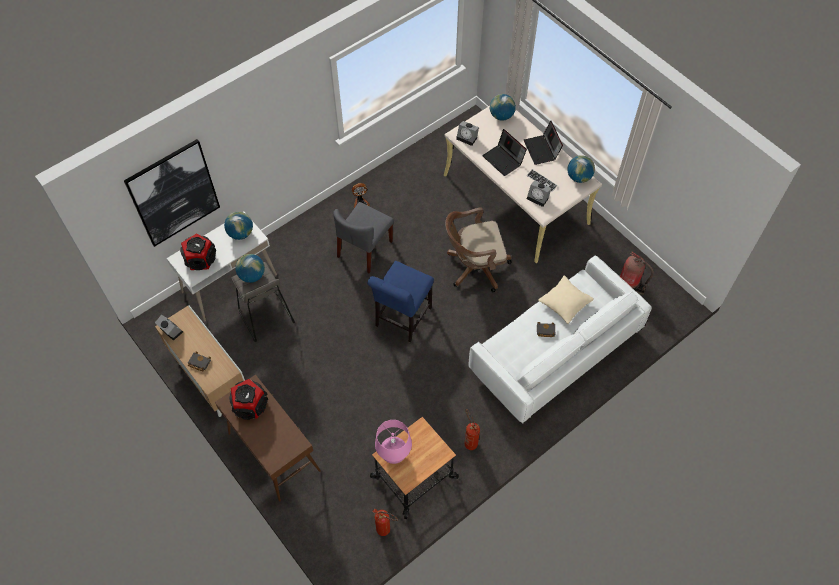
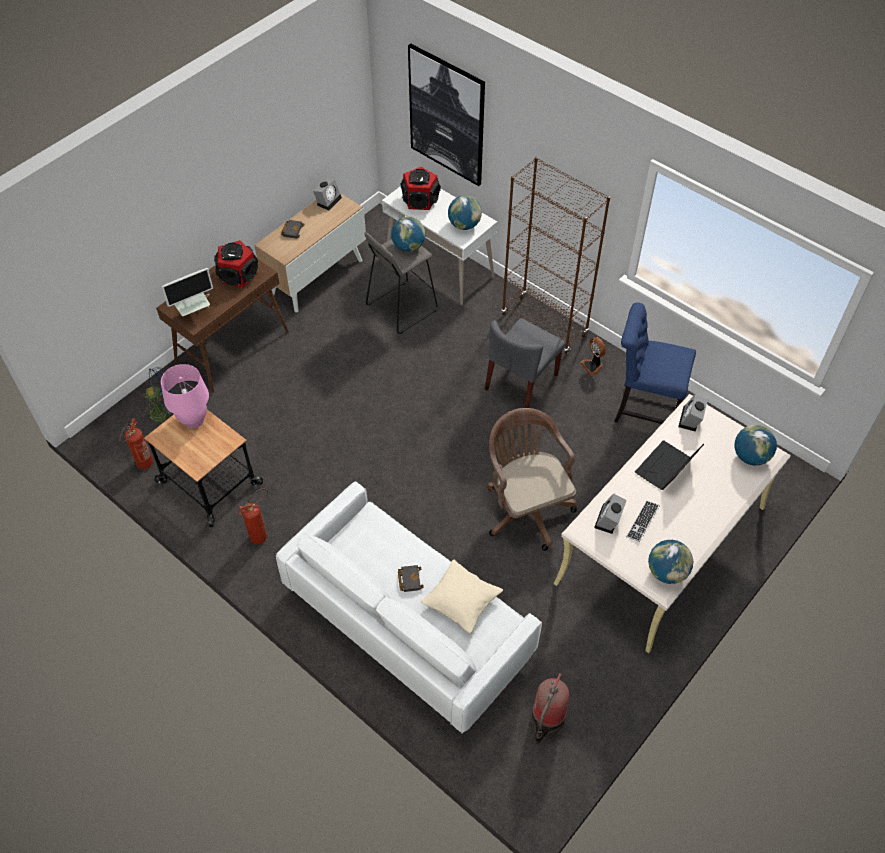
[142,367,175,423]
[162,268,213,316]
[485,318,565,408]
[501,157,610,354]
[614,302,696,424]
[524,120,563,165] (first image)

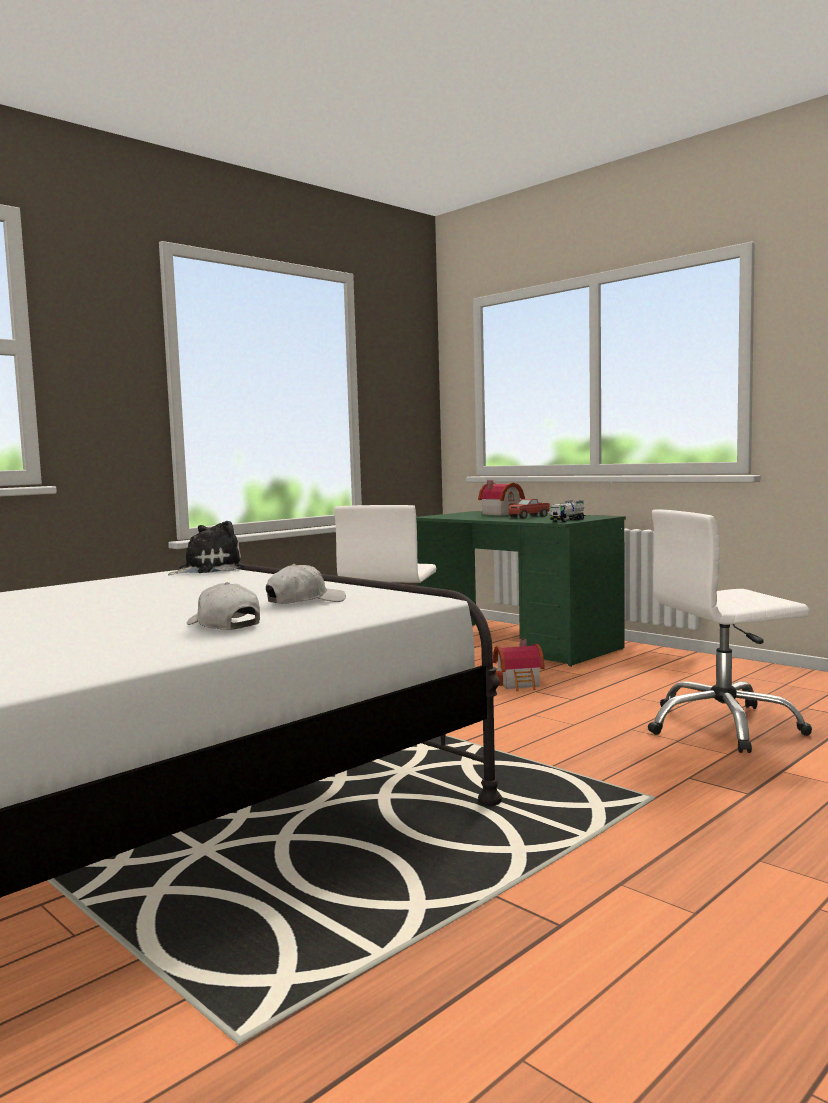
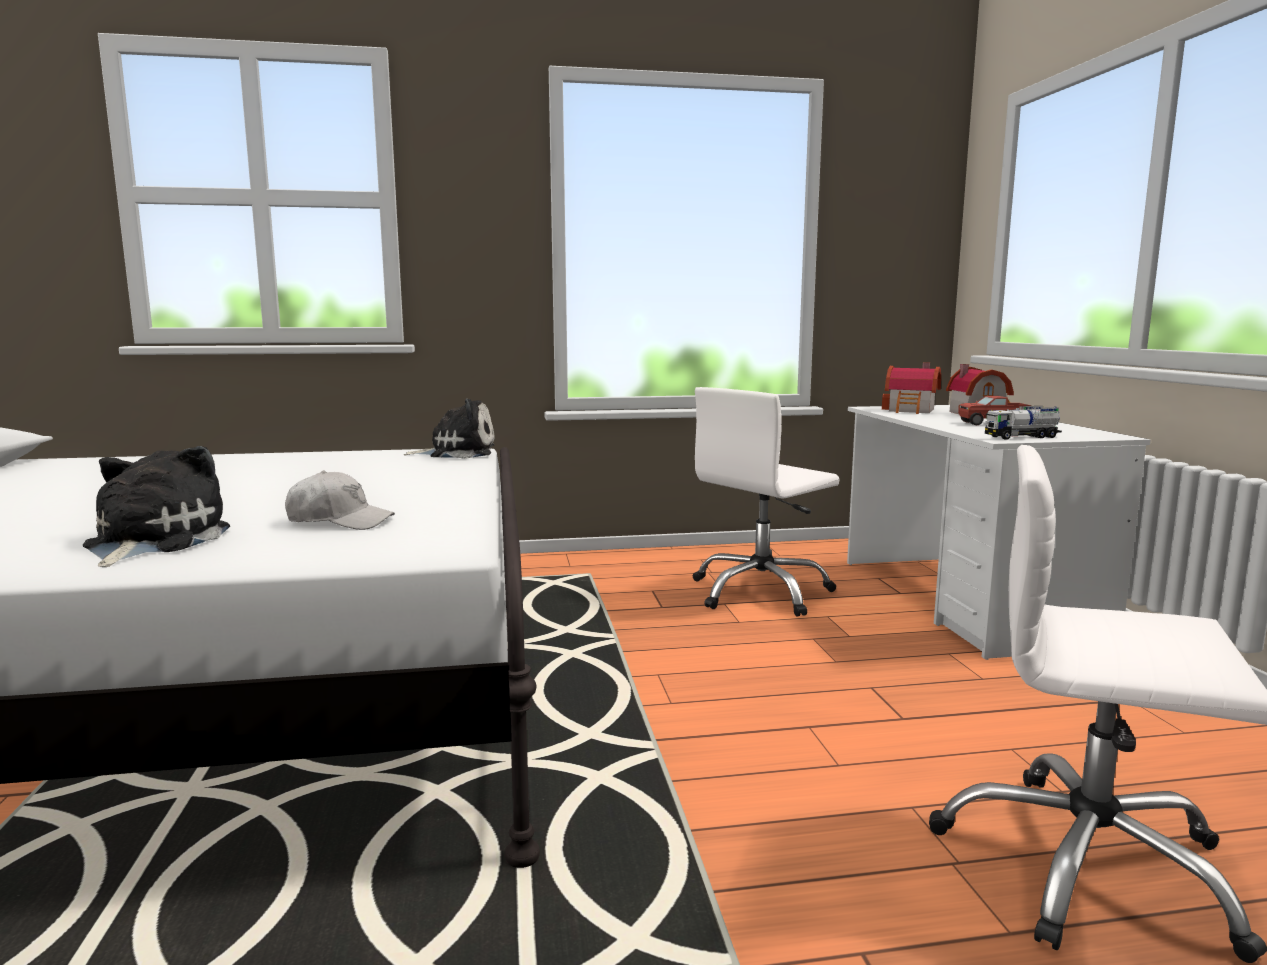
[83,446,230,567]
[847,405,1151,660]
[882,362,941,414]

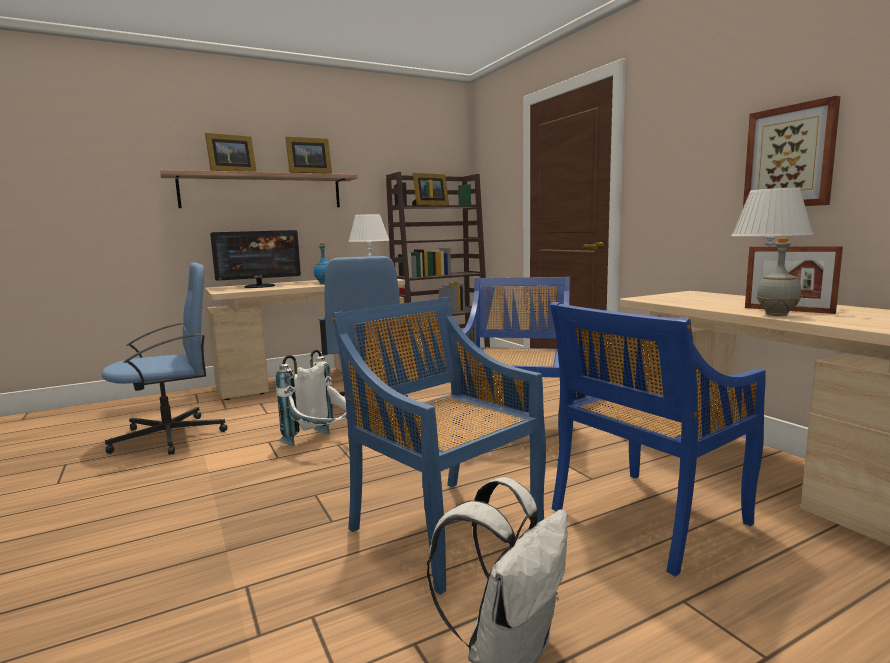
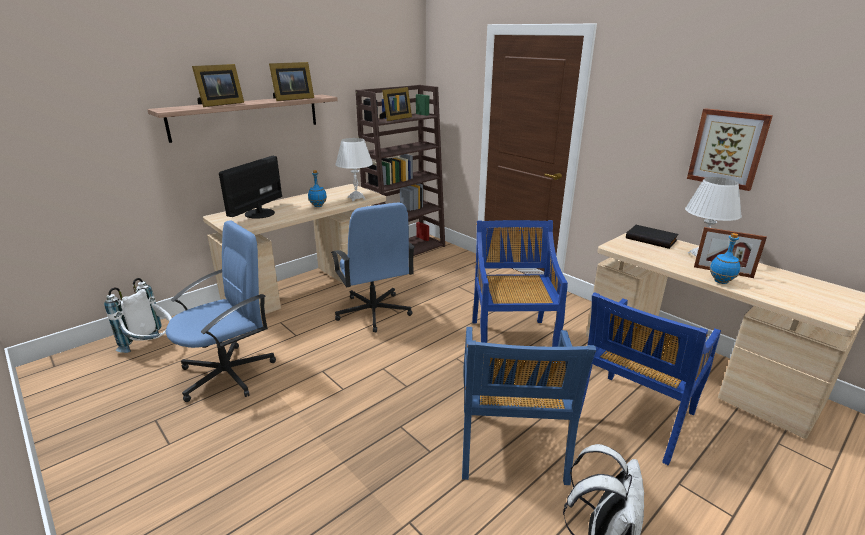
[104,278,172,353]
[219,156,282,219]
[462,327,596,485]
[626,225,679,249]
[710,233,740,284]

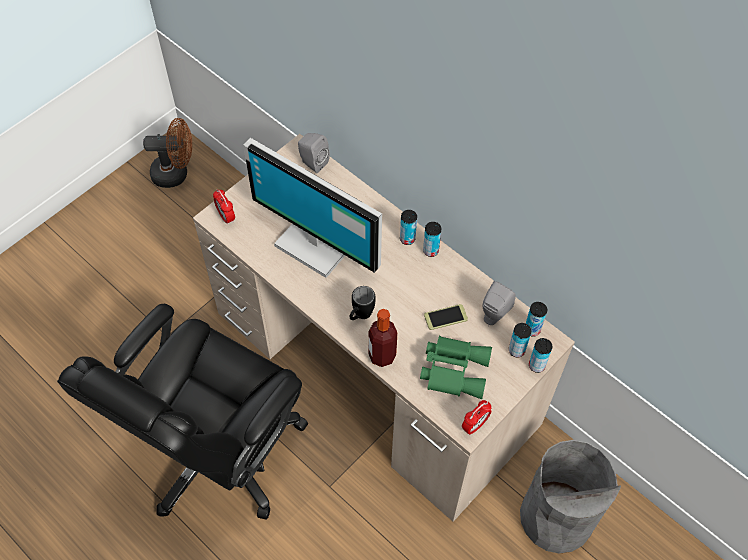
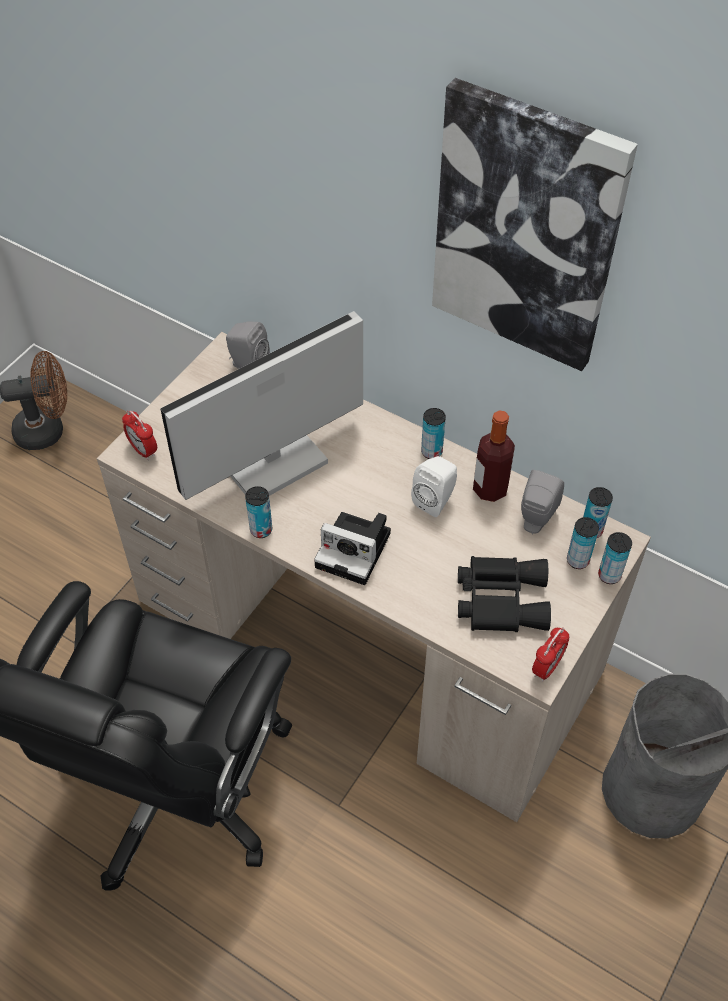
[160,311,363,500]
[245,486,272,538]
[314,512,391,585]
[411,456,457,517]
[432,78,638,371]
[458,556,551,632]
[473,410,515,502]
[424,304,468,330] (first image)

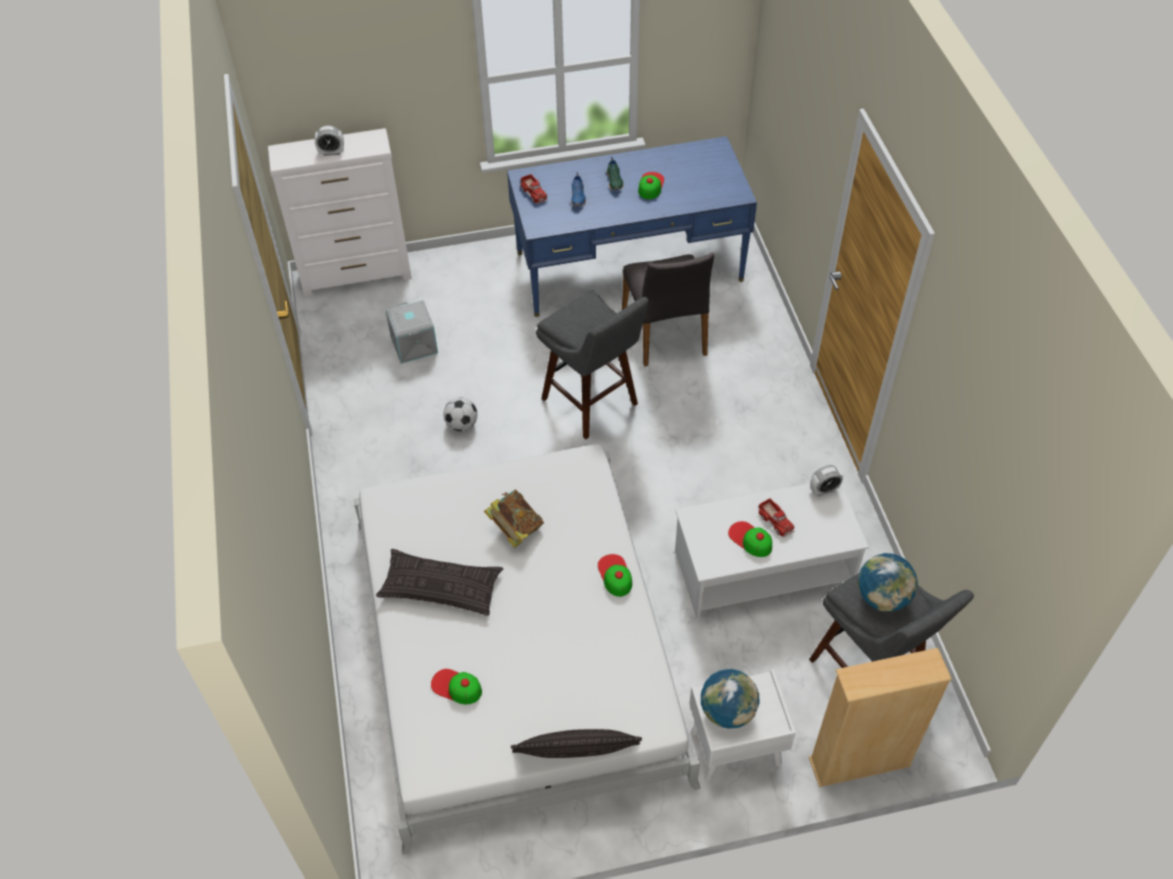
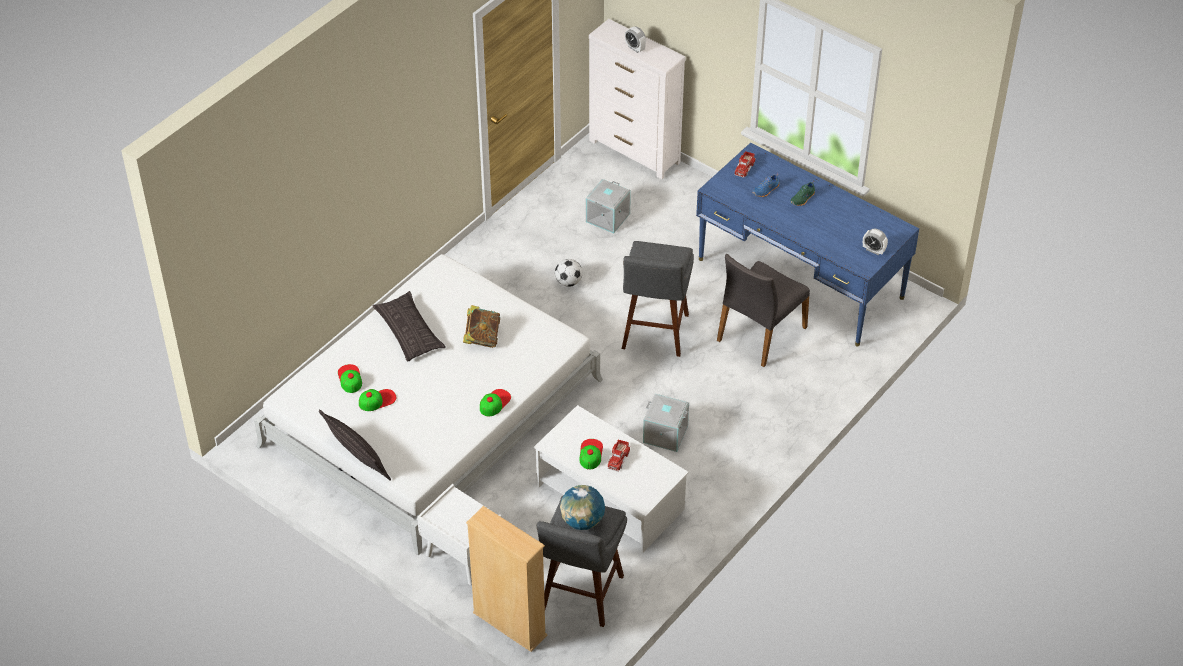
[359,389,396,411]
[643,394,689,452]
[863,229,888,255]
[701,669,759,729] (first image)

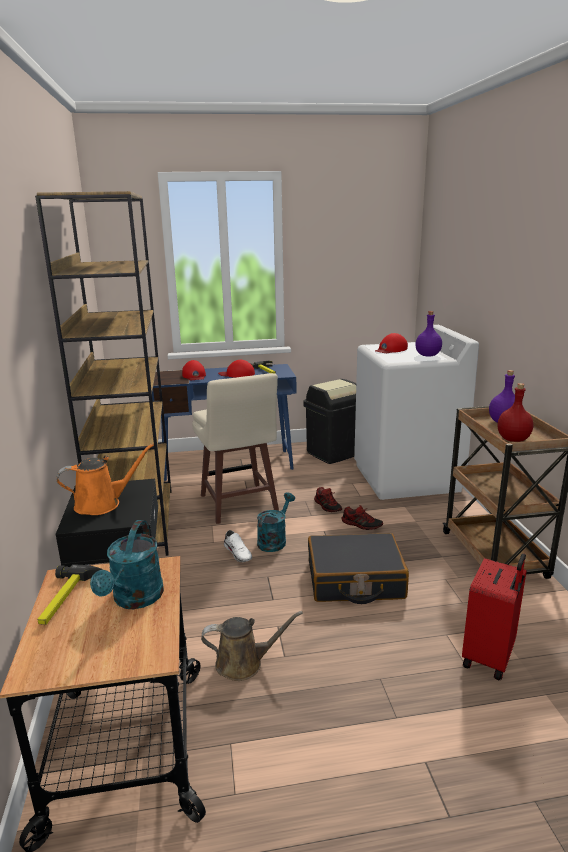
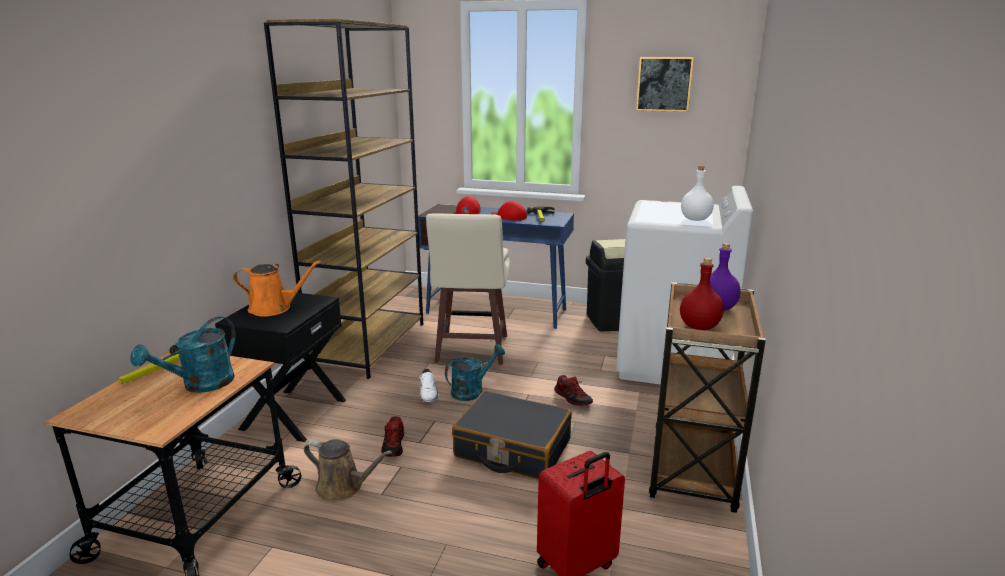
[381,416,404,457]
[636,57,694,112]
[681,166,714,221]
[375,333,408,353] (first image)

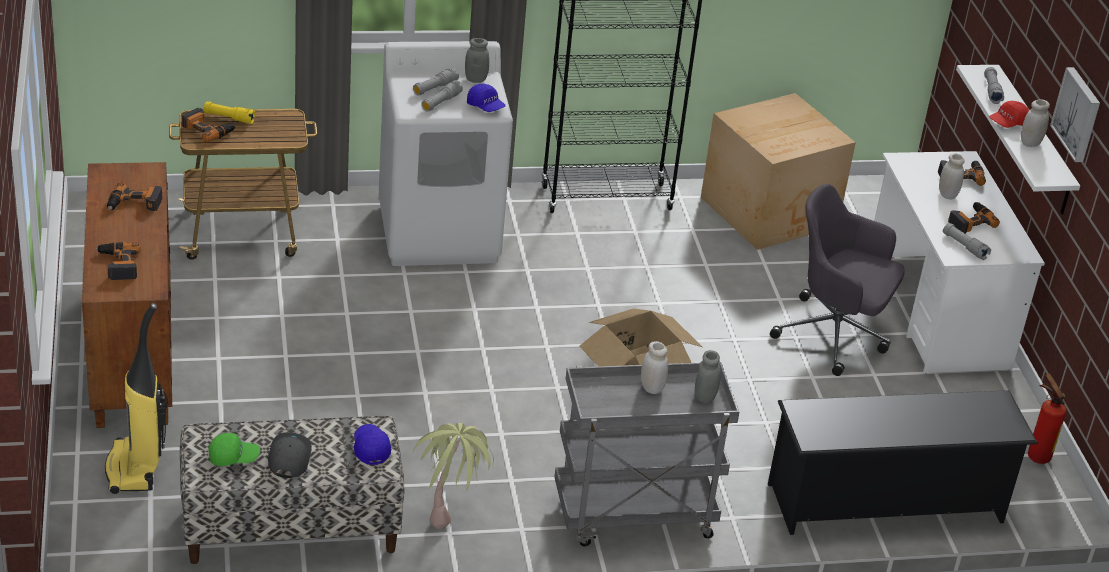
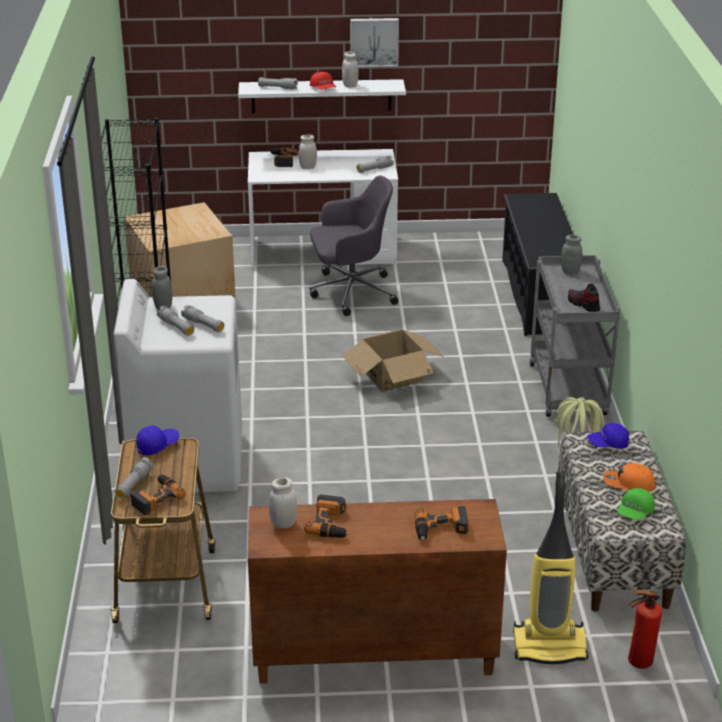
[115,457,153,499]
[136,425,179,455]
[269,478,297,529]
[310,175,398,316]
[568,284,600,312]
[603,463,656,492]
[617,488,655,520]
[628,590,662,669]
[948,202,1000,234] (first image)

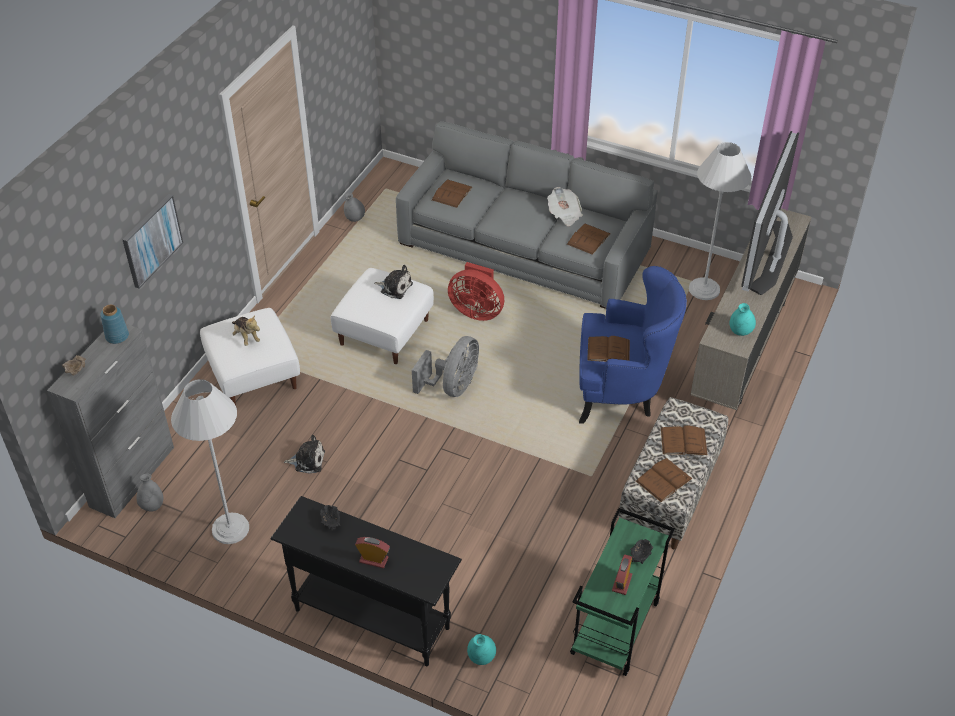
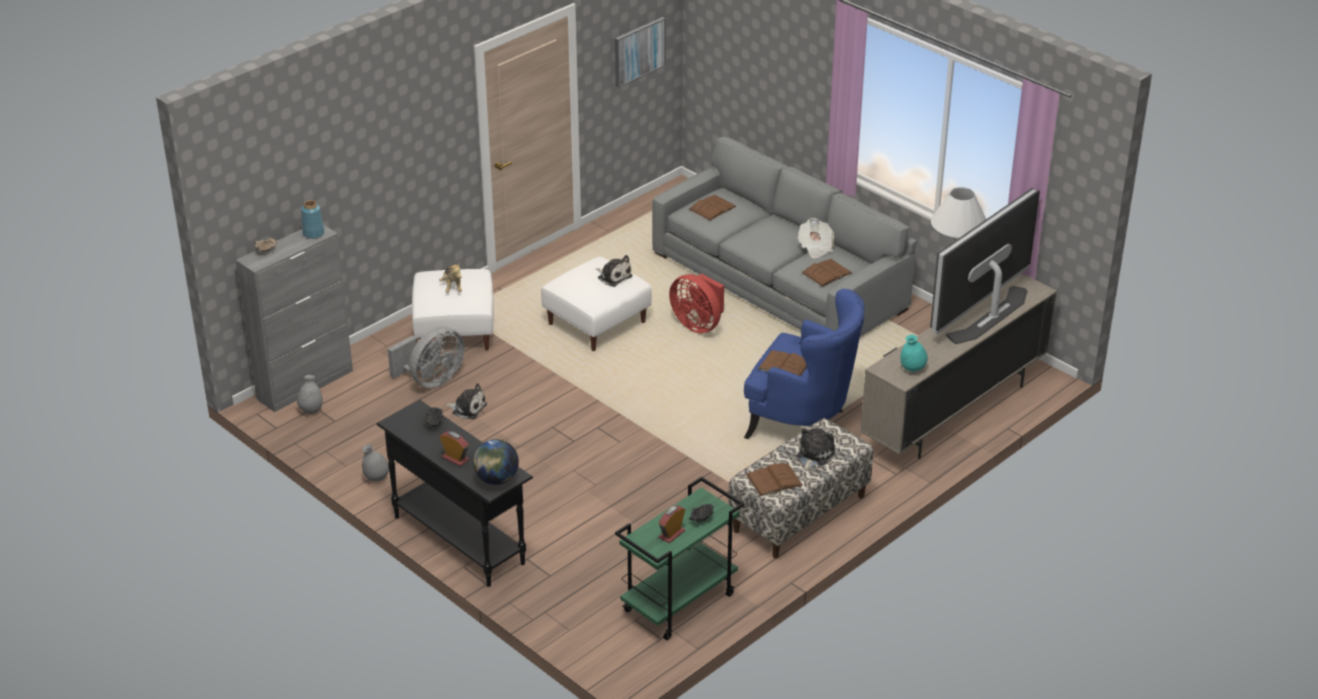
[362,444,389,482]
[388,327,465,388]
[473,439,519,485]
[615,17,666,88]
[797,428,835,471]
[171,379,249,544] (first image)
[467,634,496,665] (first image)

